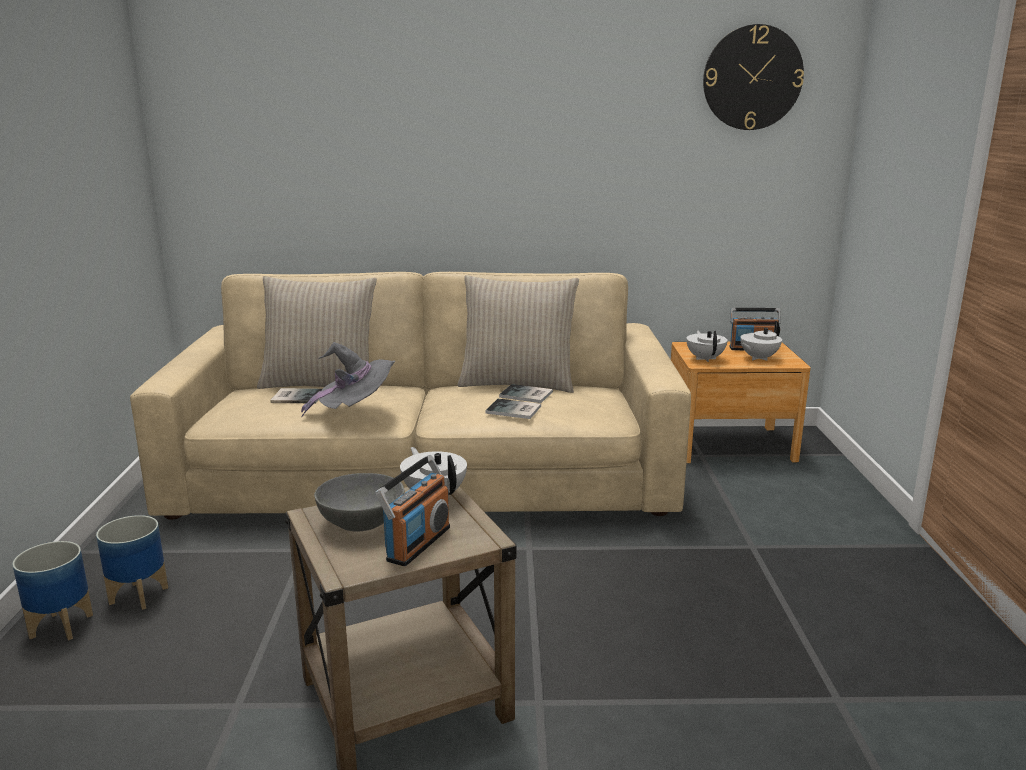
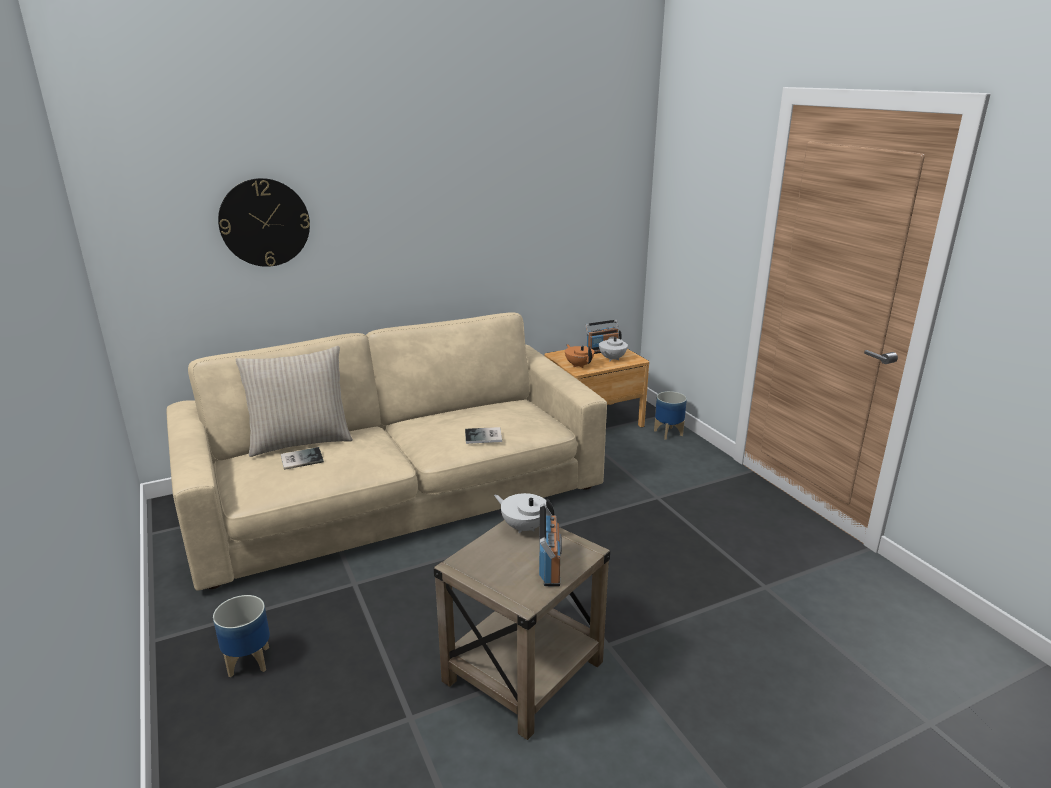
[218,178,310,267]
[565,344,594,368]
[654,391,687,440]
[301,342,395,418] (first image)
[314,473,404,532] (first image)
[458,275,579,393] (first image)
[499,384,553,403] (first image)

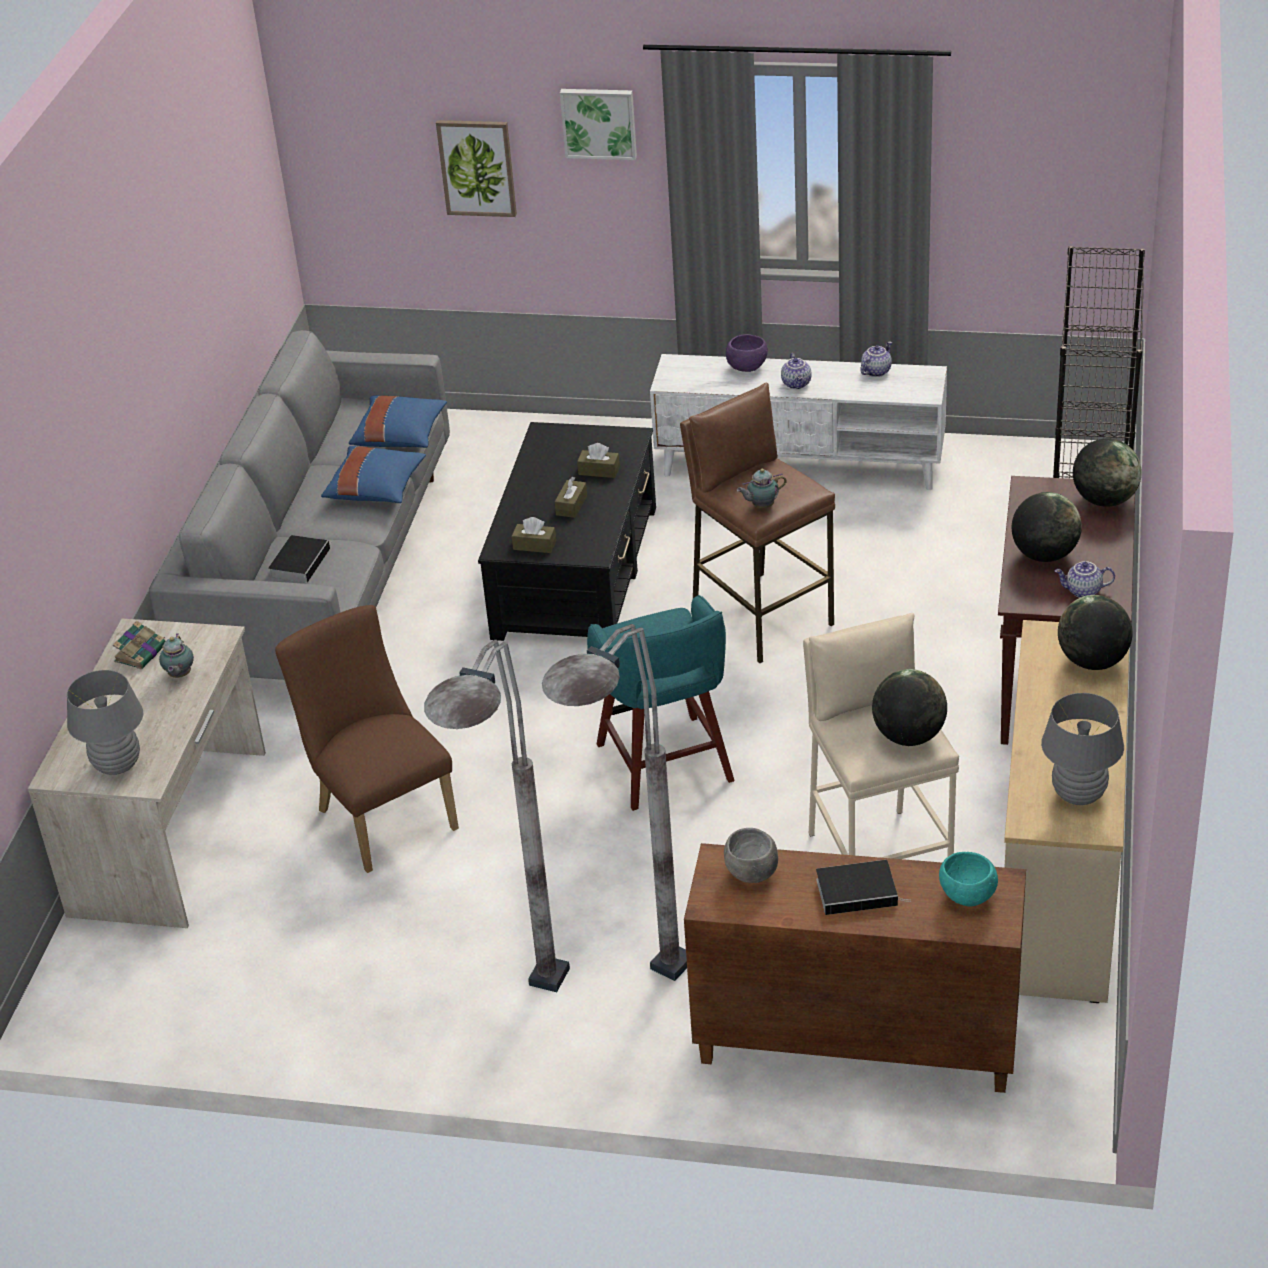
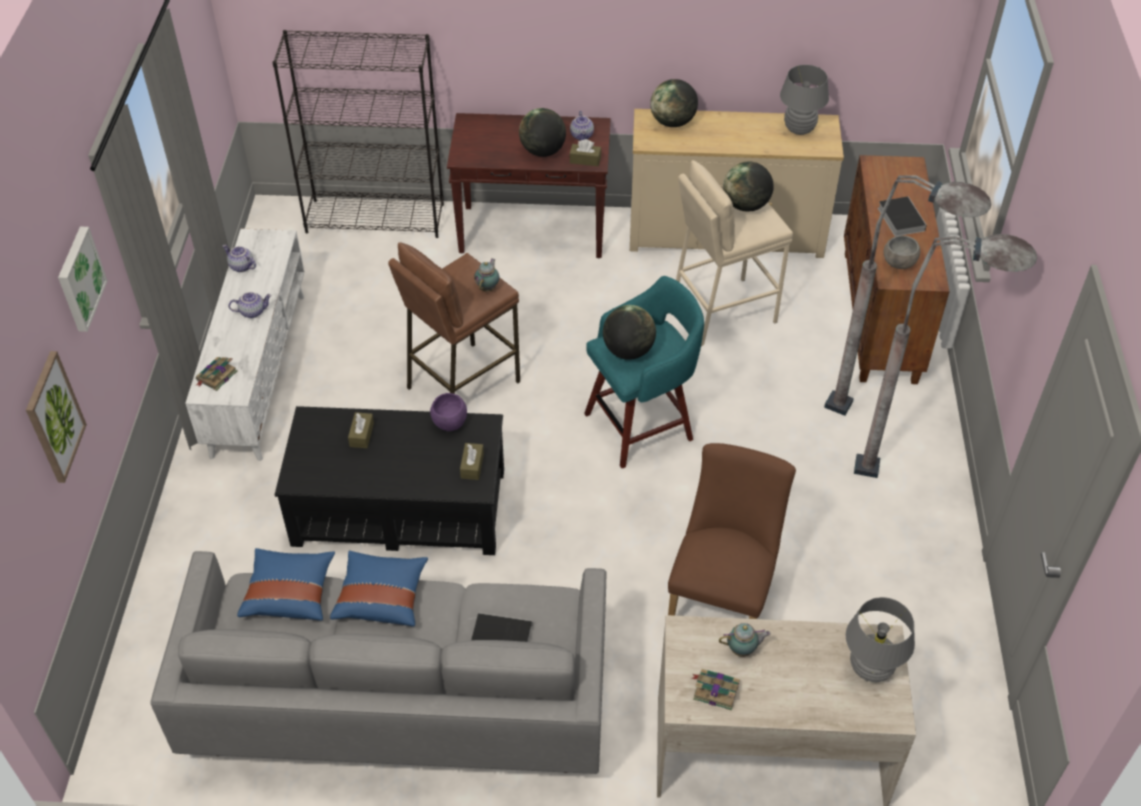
[196,357,238,391]
[430,393,467,431]
[474,258,500,291]
[570,139,601,166]
[603,305,656,360]
[668,443,796,619]
[939,852,998,906] (first image)

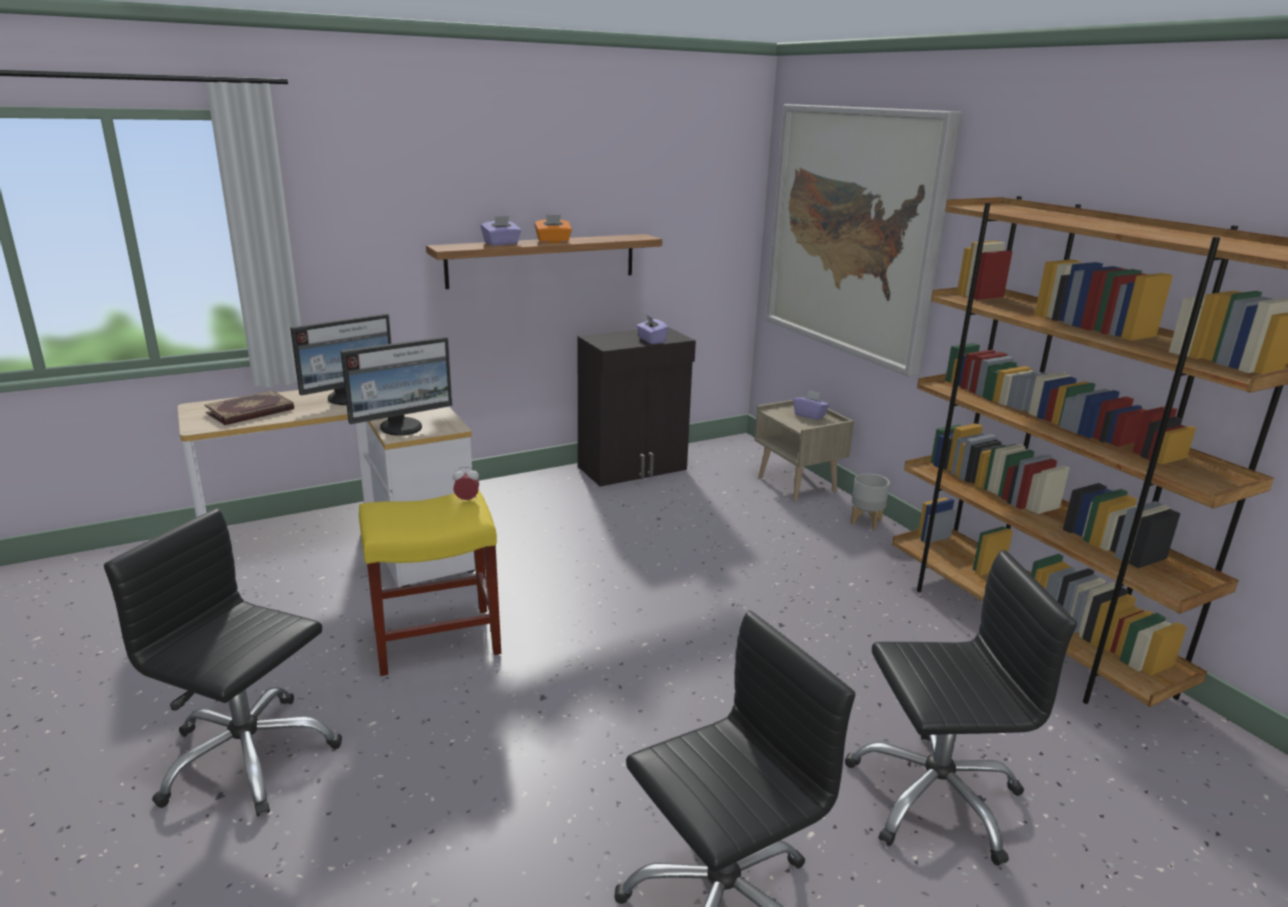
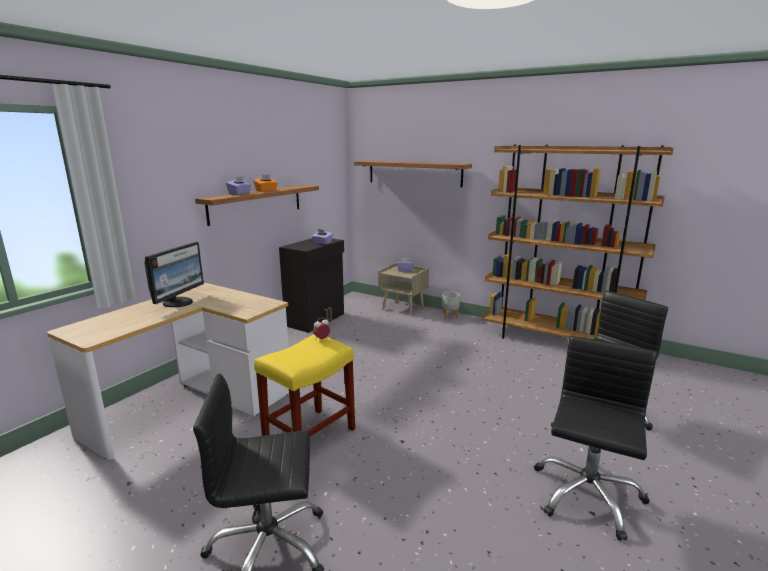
[354,161,472,188]
[204,390,294,425] (first image)
[341,336,452,436] (first image)

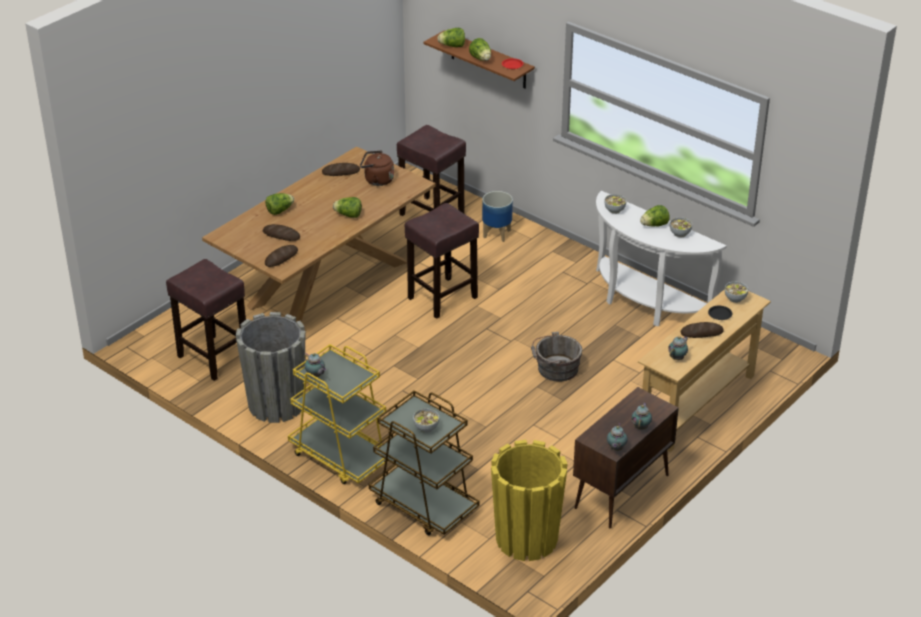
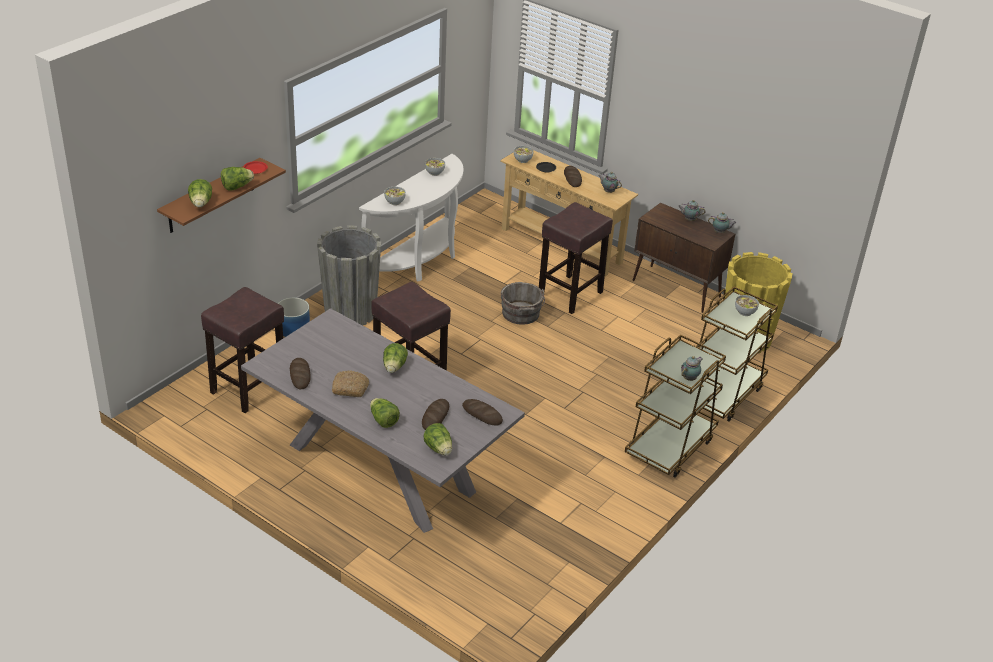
[241,308,525,533]
[317,225,381,325]
[332,370,369,397]
[423,423,452,455]
[539,202,613,314]
[625,334,726,477]
[360,150,394,186] (first image)

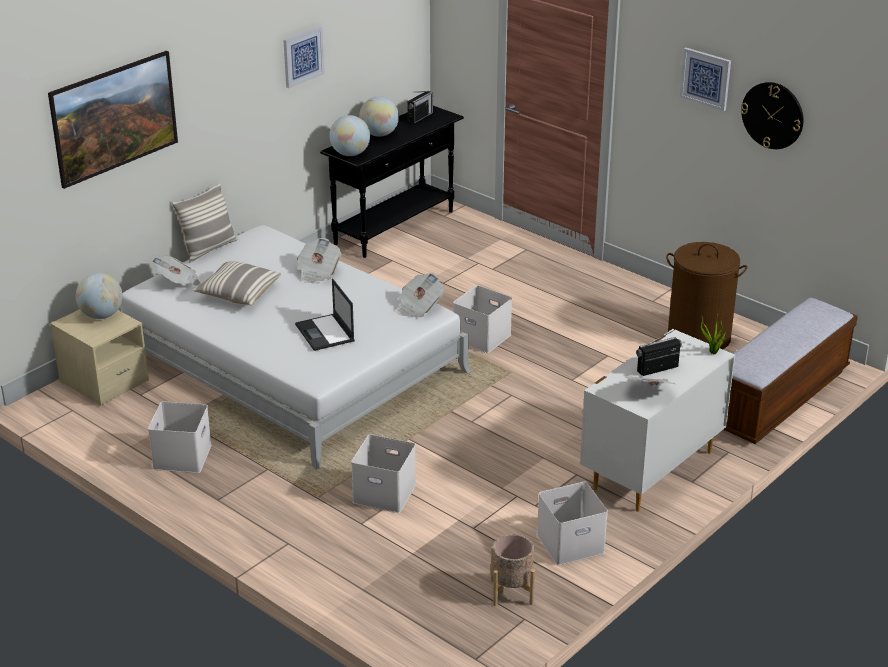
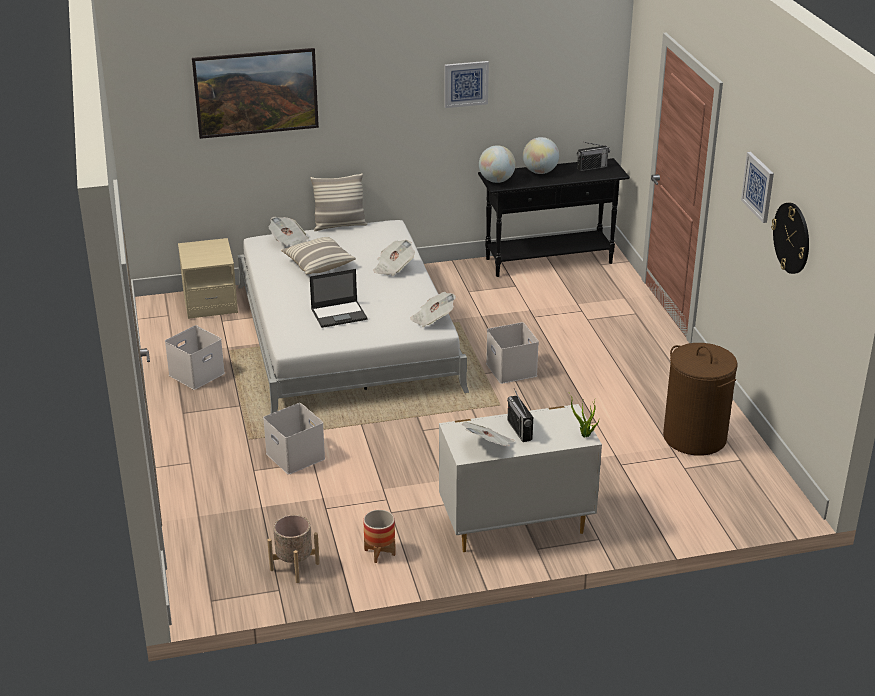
[310,269,368,328]
[363,510,396,563]
[507,388,533,442]
[76,273,123,319] (first image)
[723,298,858,444] (first image)

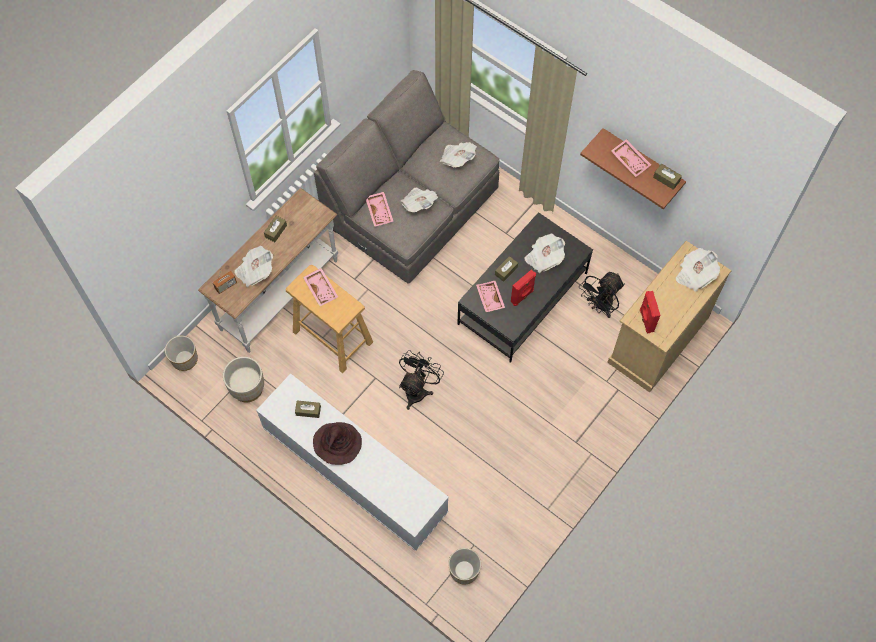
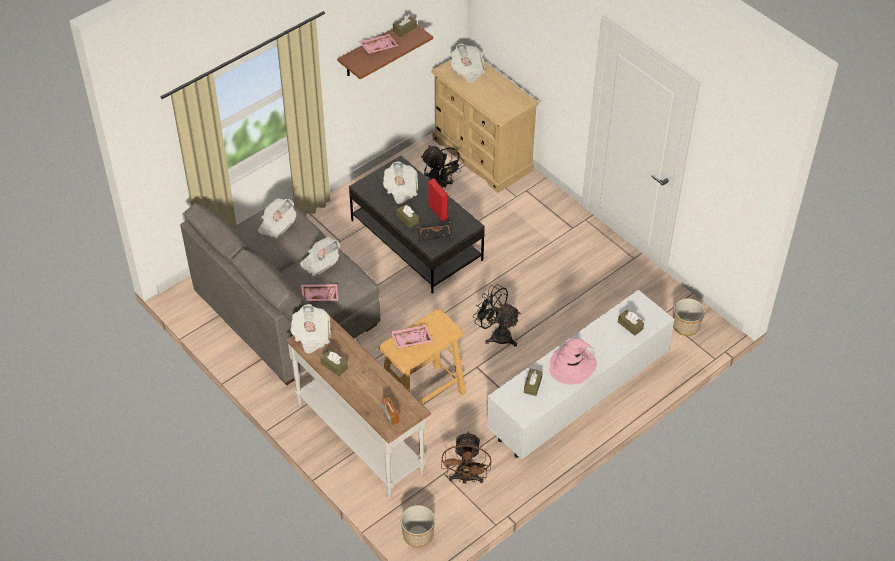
[290,304,331,354]
[417,222,453,241]
[441,431,491,484]
[550,338,597,385]
[618,310,644,336]
[640,291,660,333] (first image)

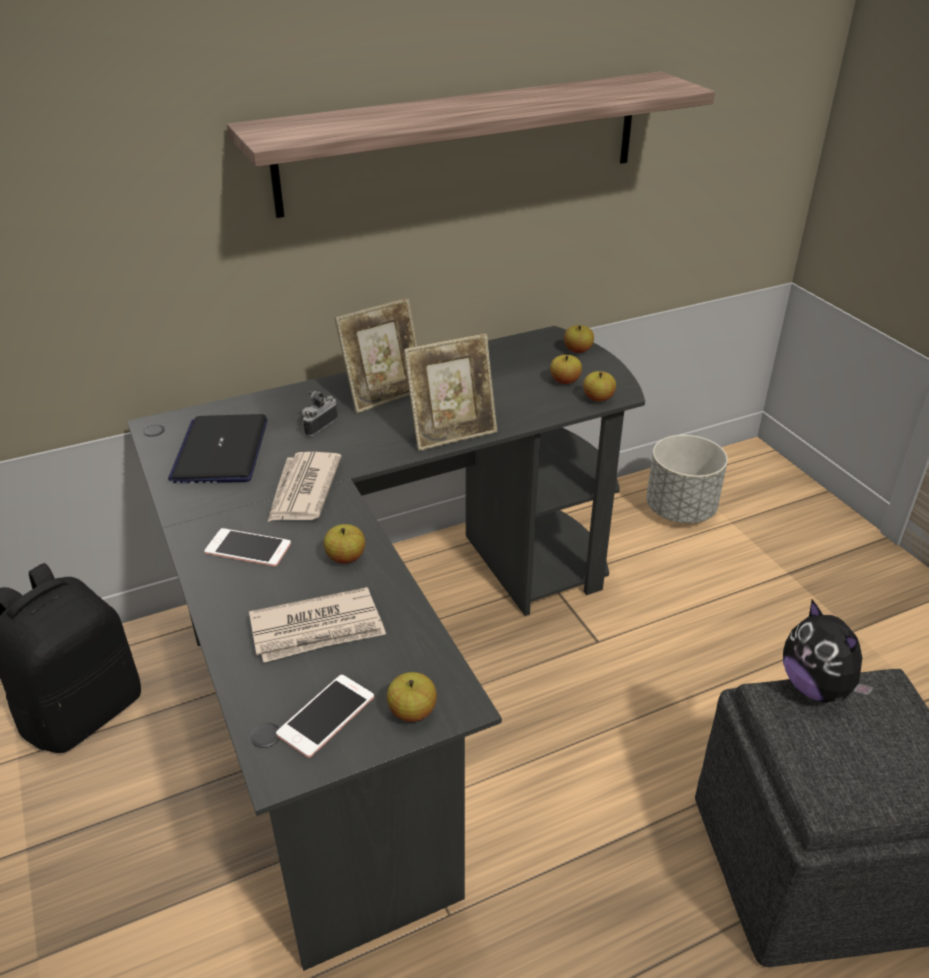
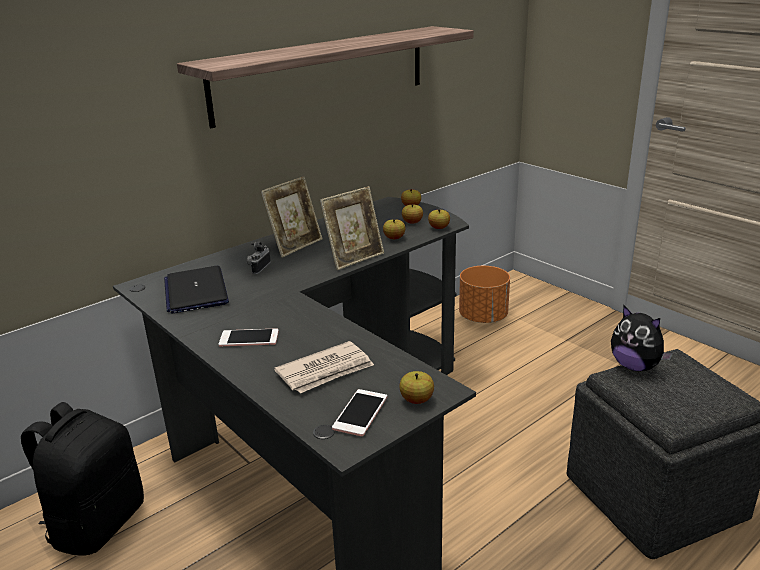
[383,219,405,239]
[459,266,510,323]
[268,452,342,522] (first image)

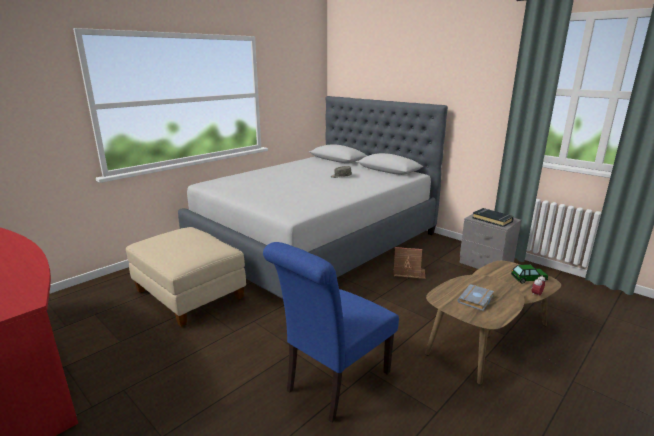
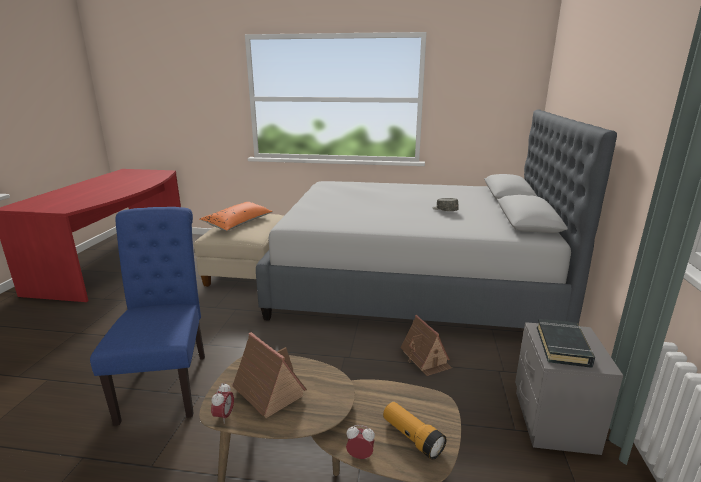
[90,207,205,426]
[199,202,273,231]
[211,383,234,424]
[230,332,307,418]
[383,401,446,460]

